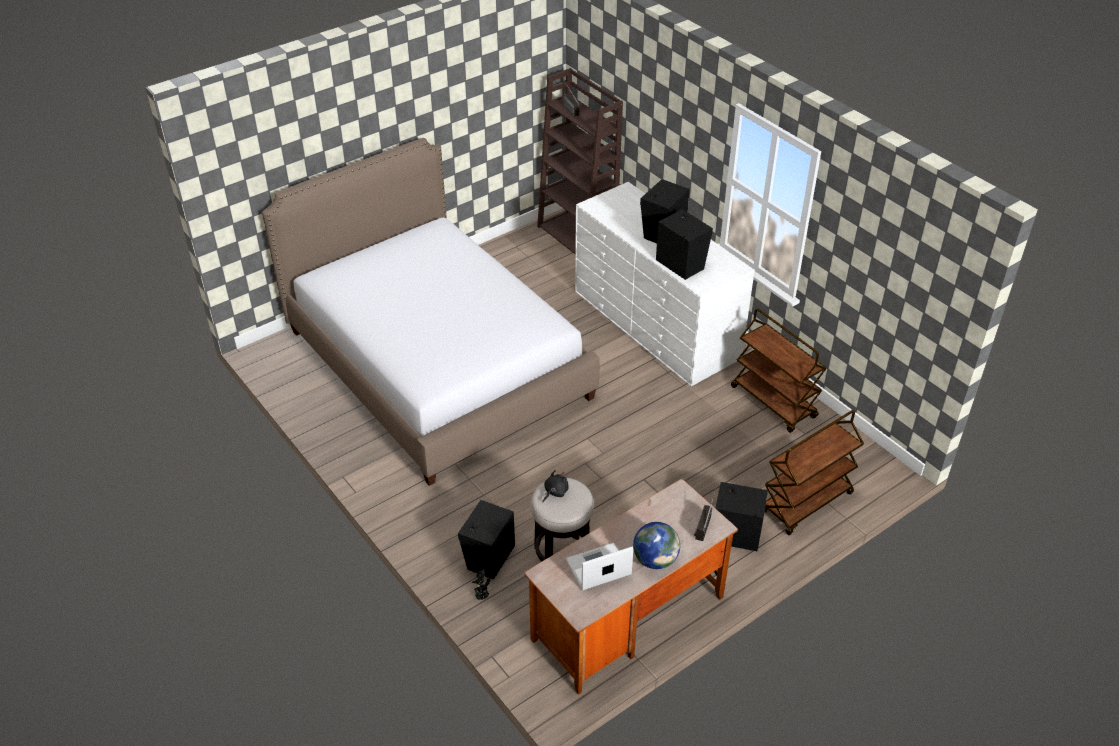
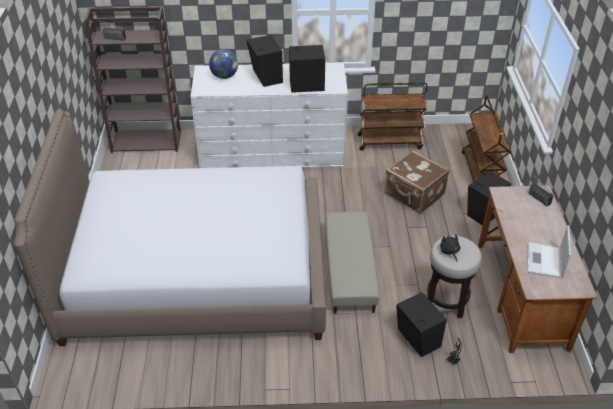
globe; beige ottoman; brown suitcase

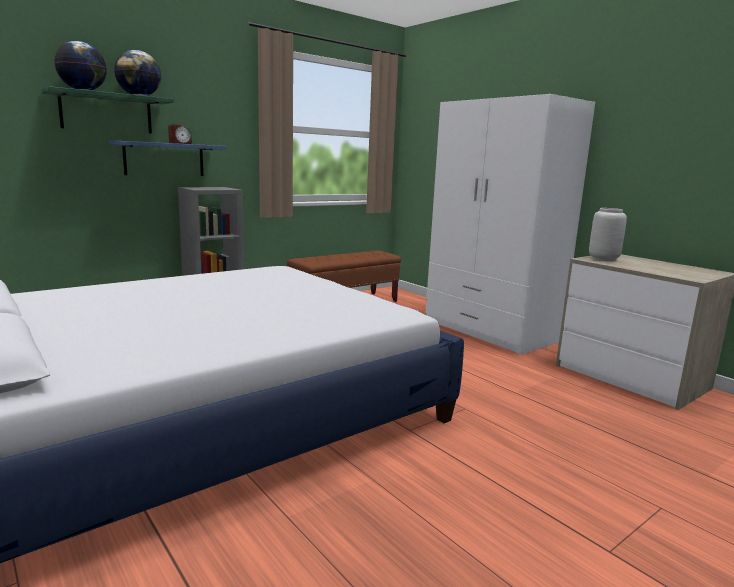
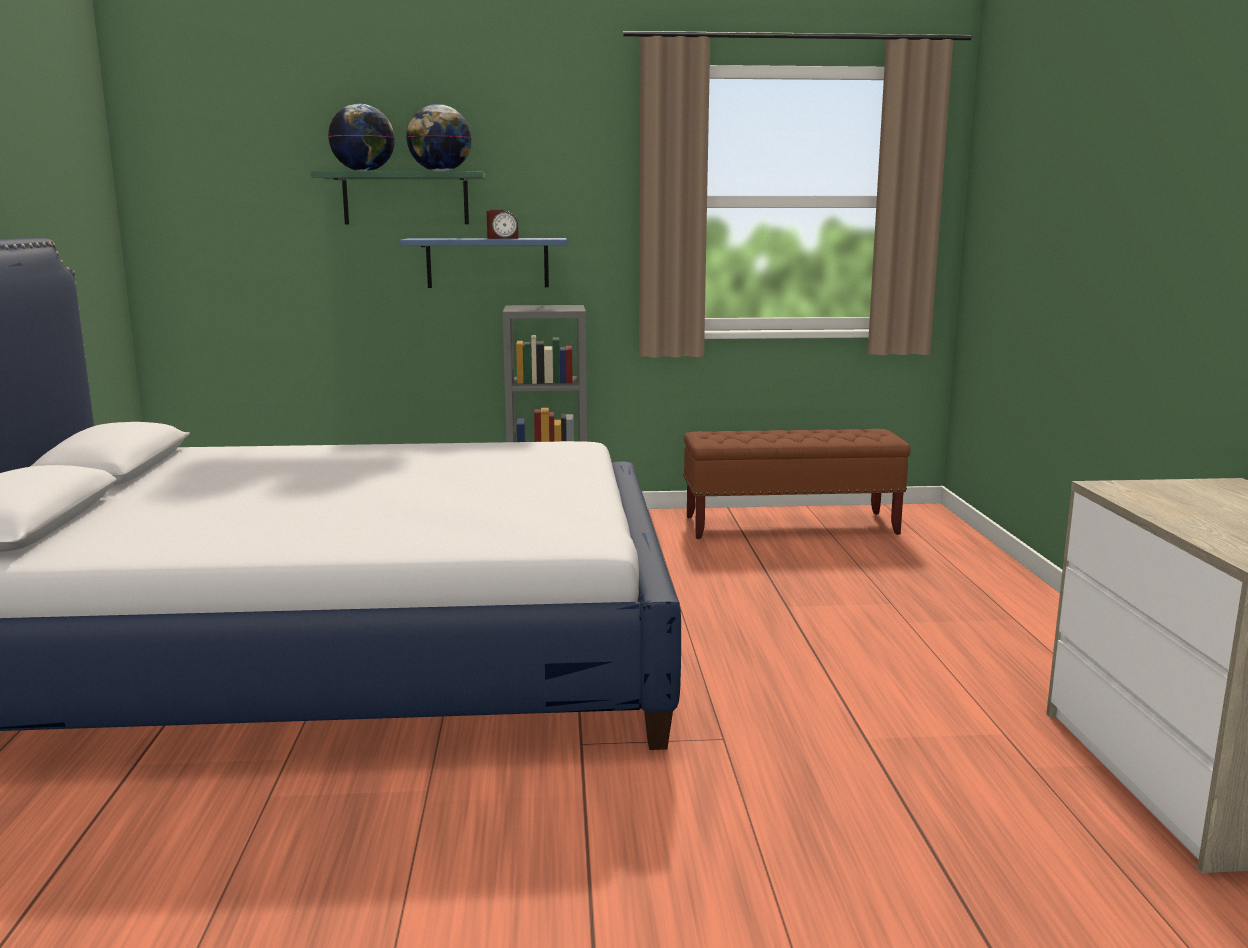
white wardrobe; grey vase

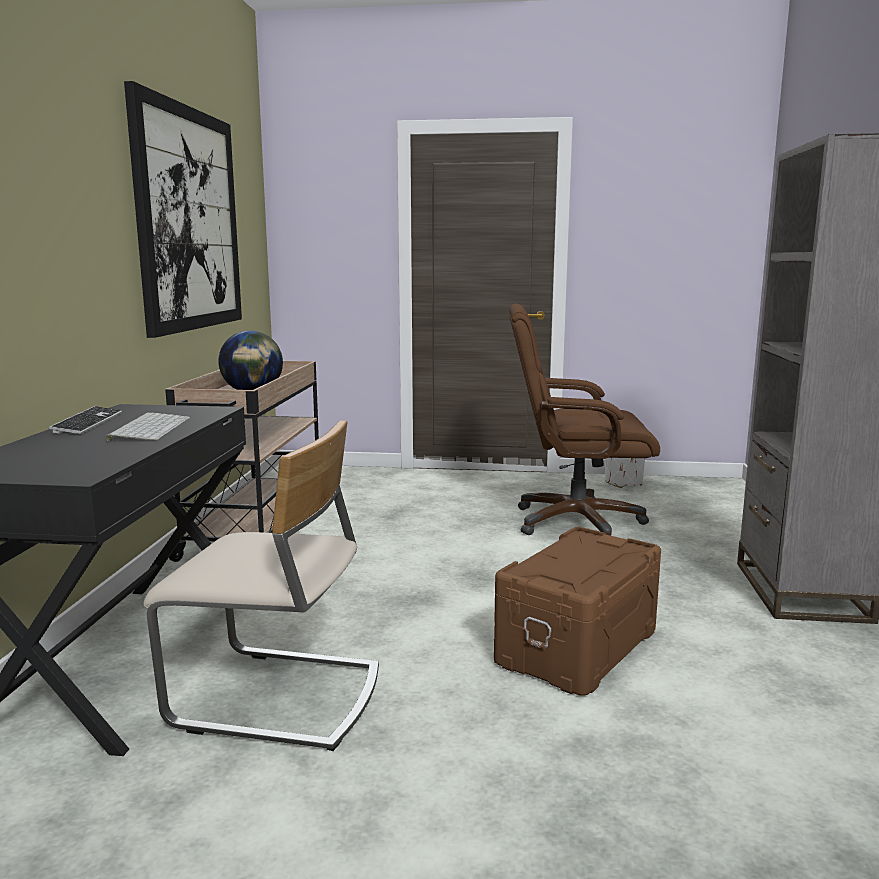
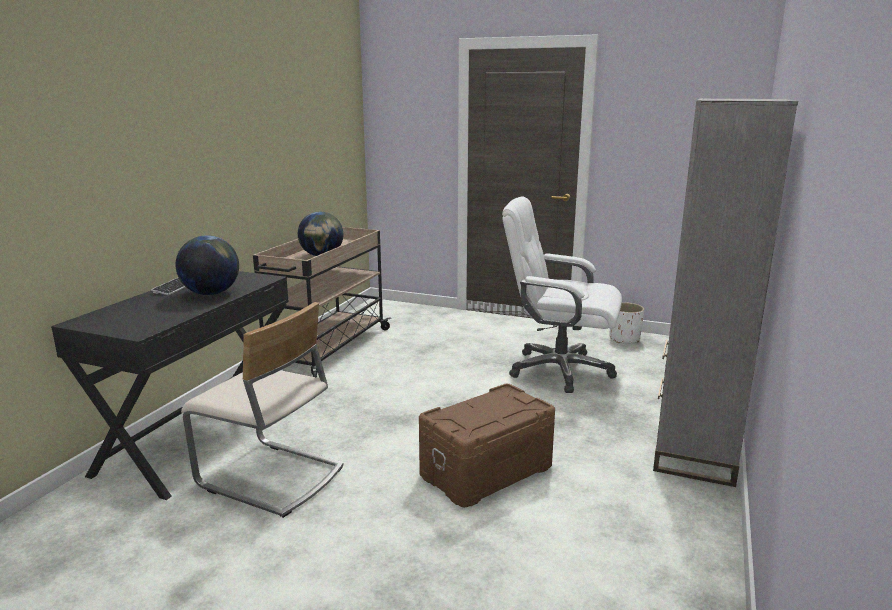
globe (no. 1 from left); white office chair; picture

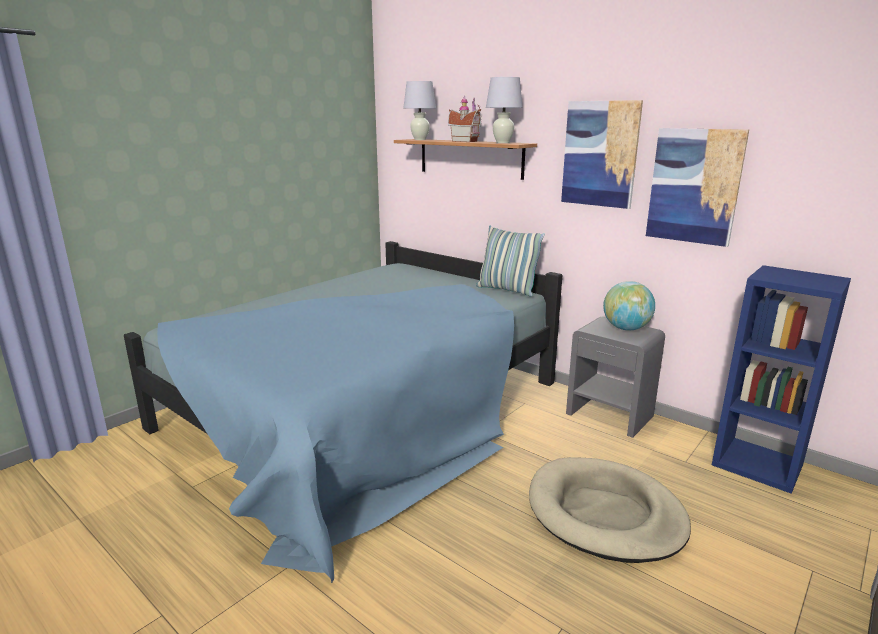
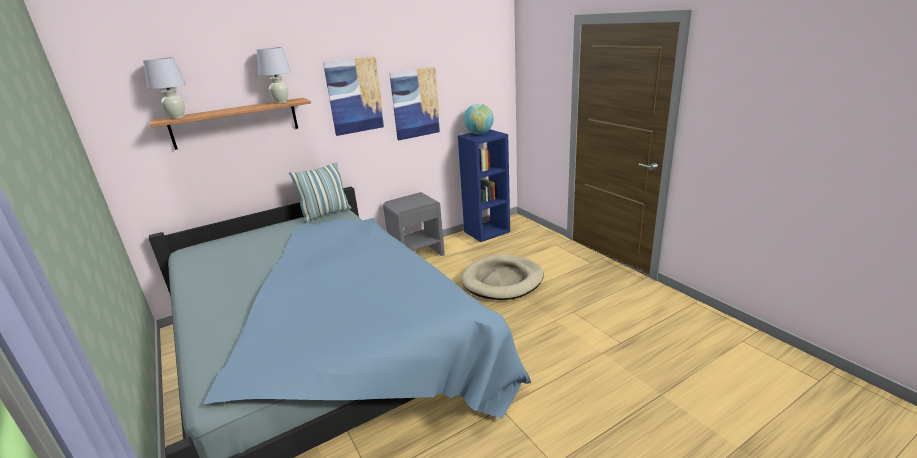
globe; toy house

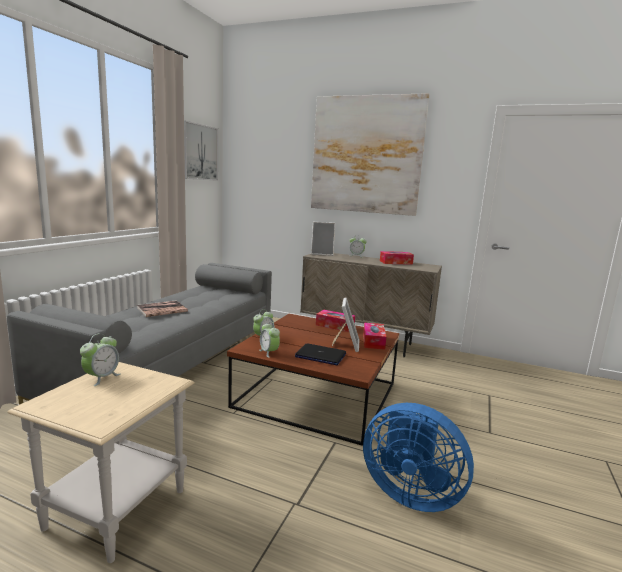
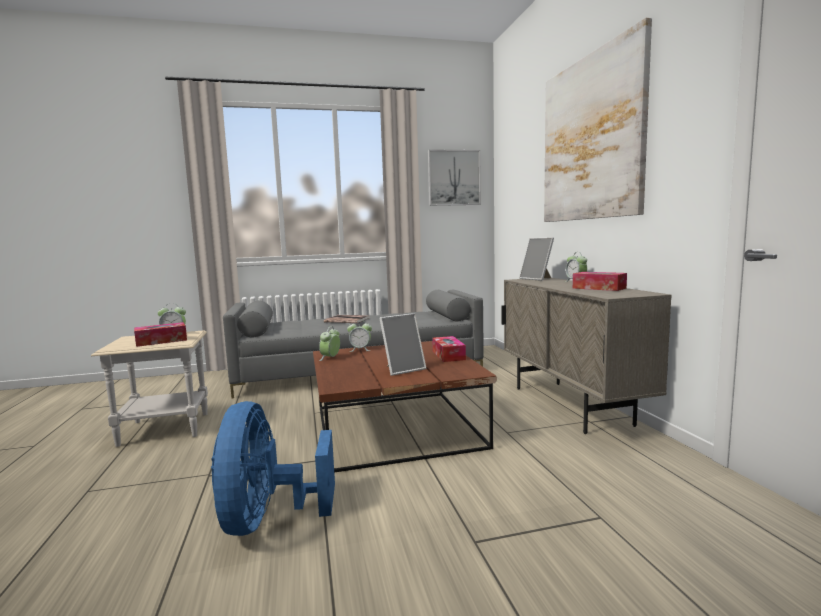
tissue box (no. 1 from left); laptop

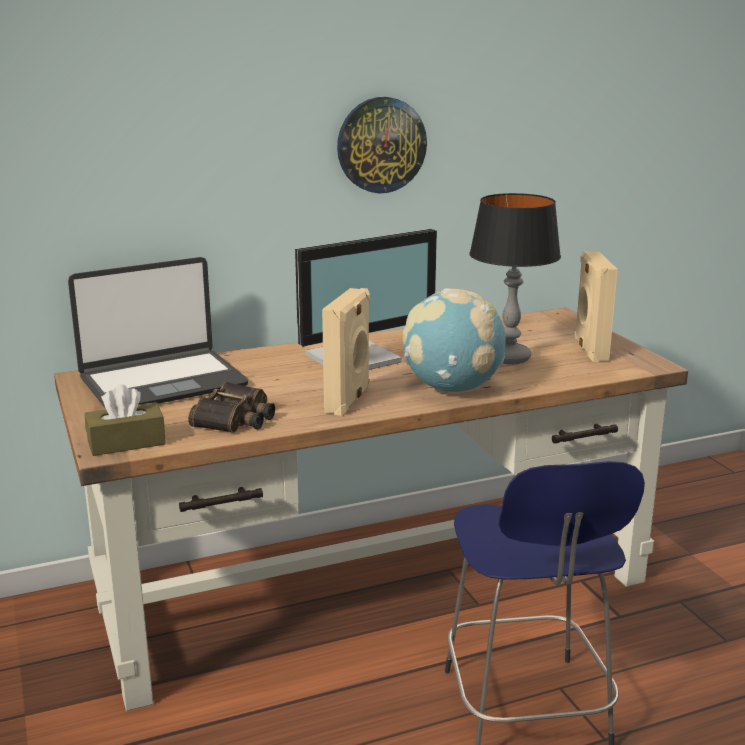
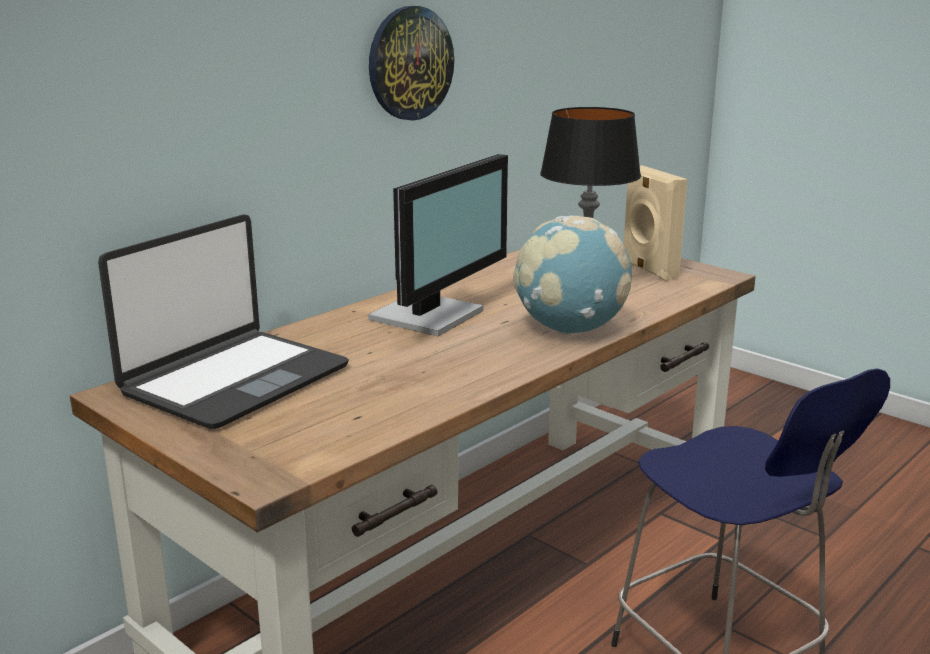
brown tissue box; binoculars; beige speaker (no. 1 from left in the first image)

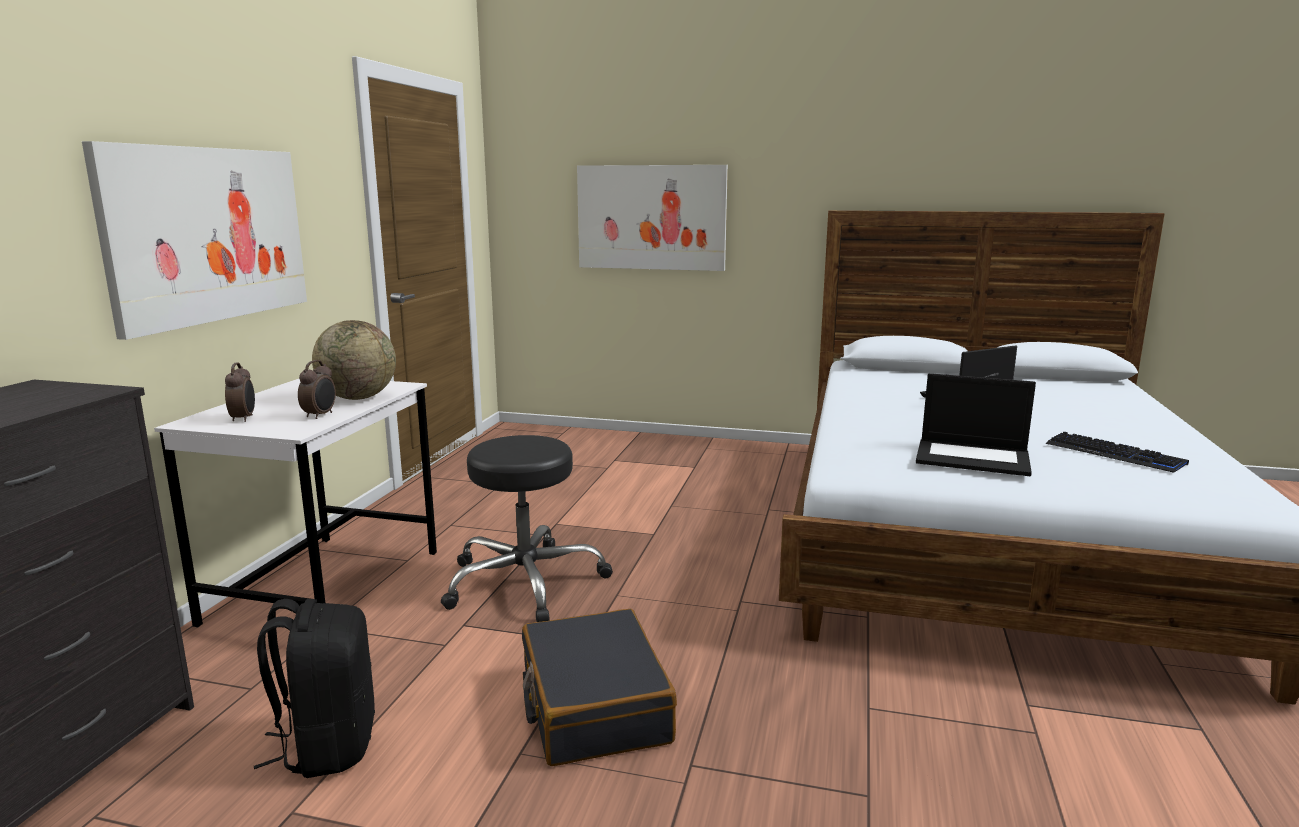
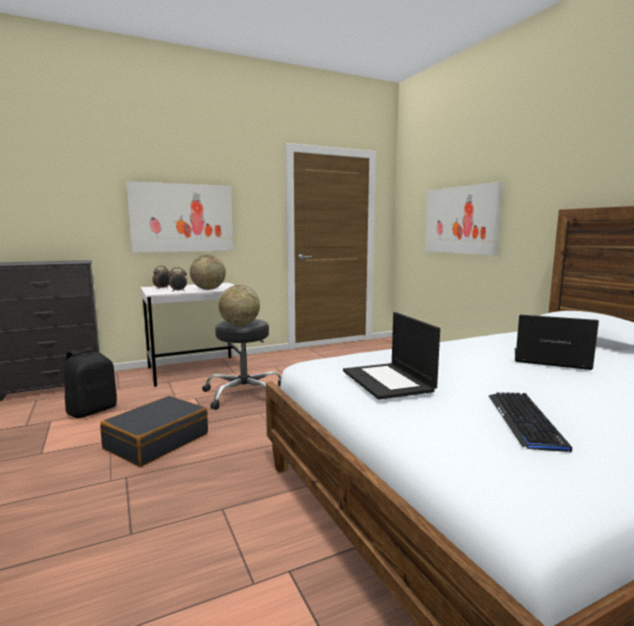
globe (no. 2 from left)

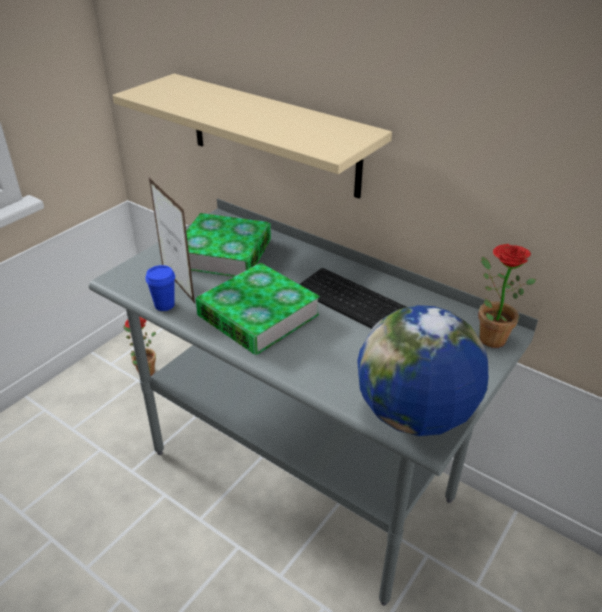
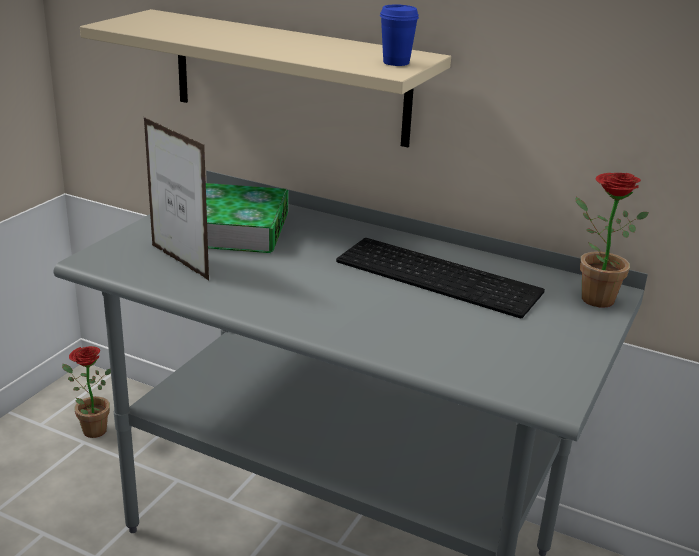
blue cup; book (no. 2 from left in the first image); globe

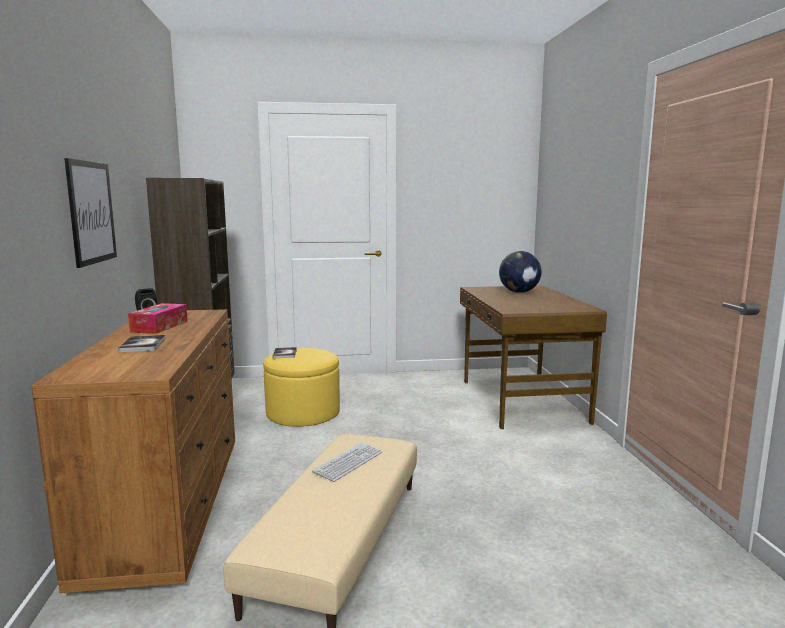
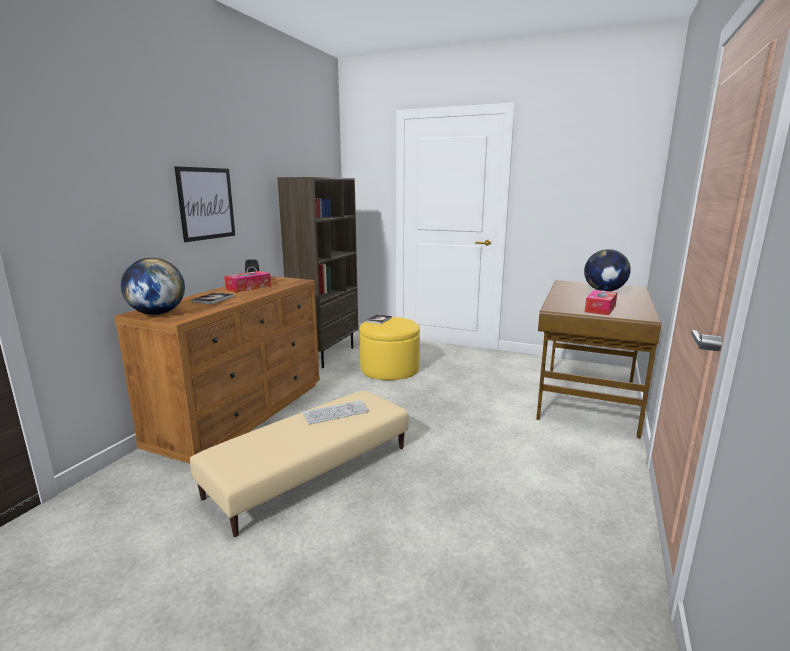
globe (no. 1 from left); tissue box (no. 2 from left)

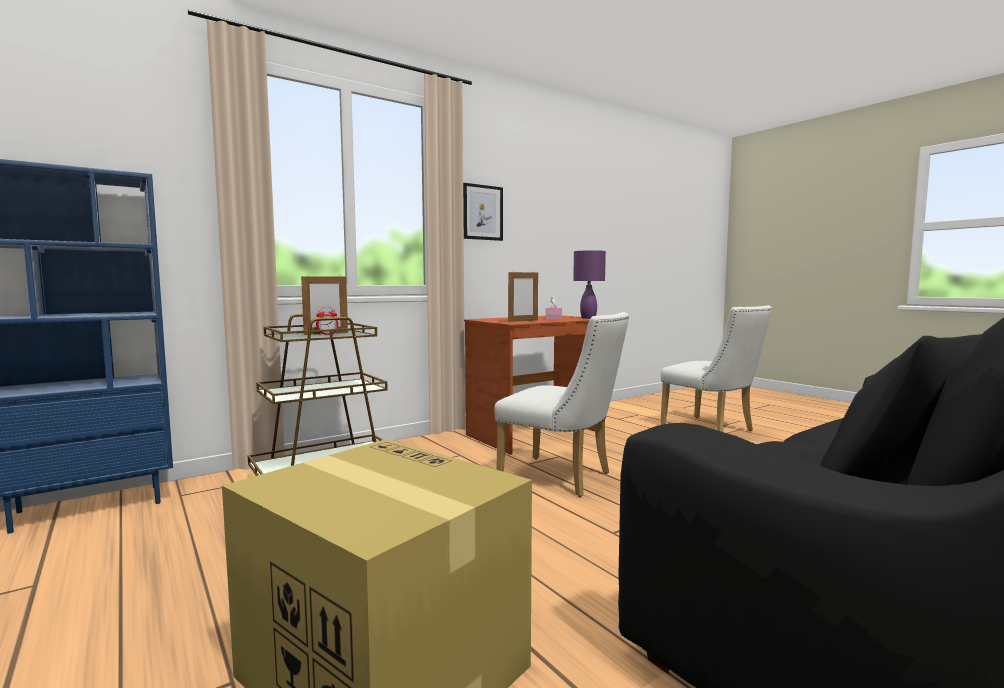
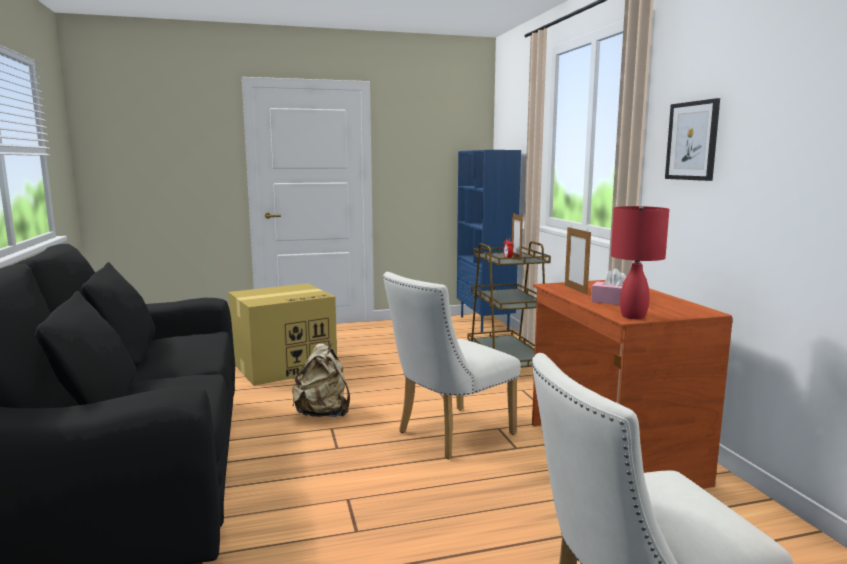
beige backpack; red table lamp

